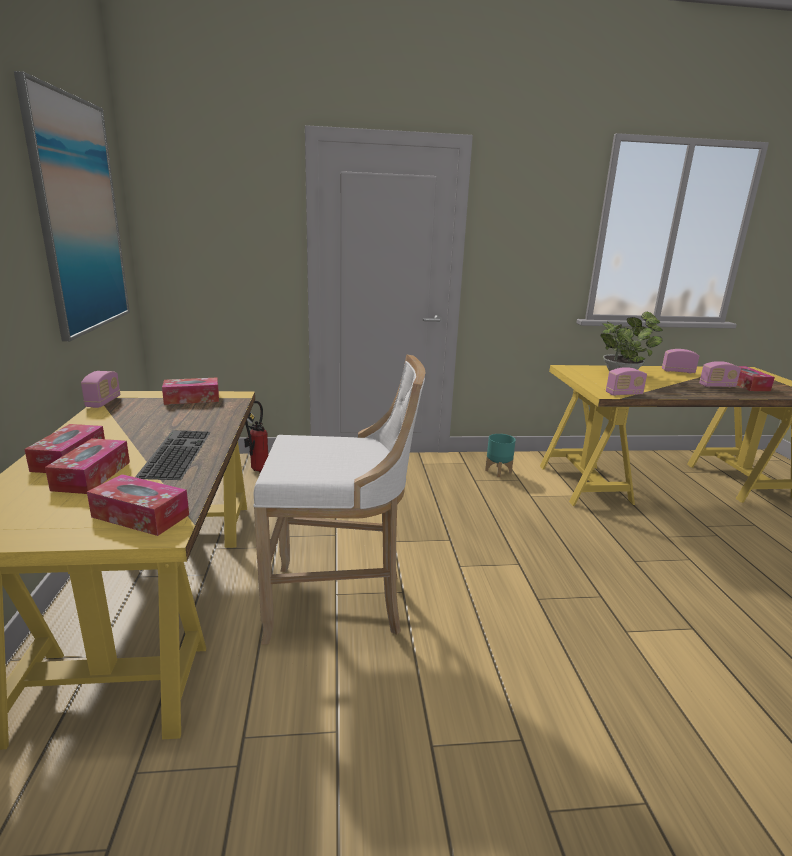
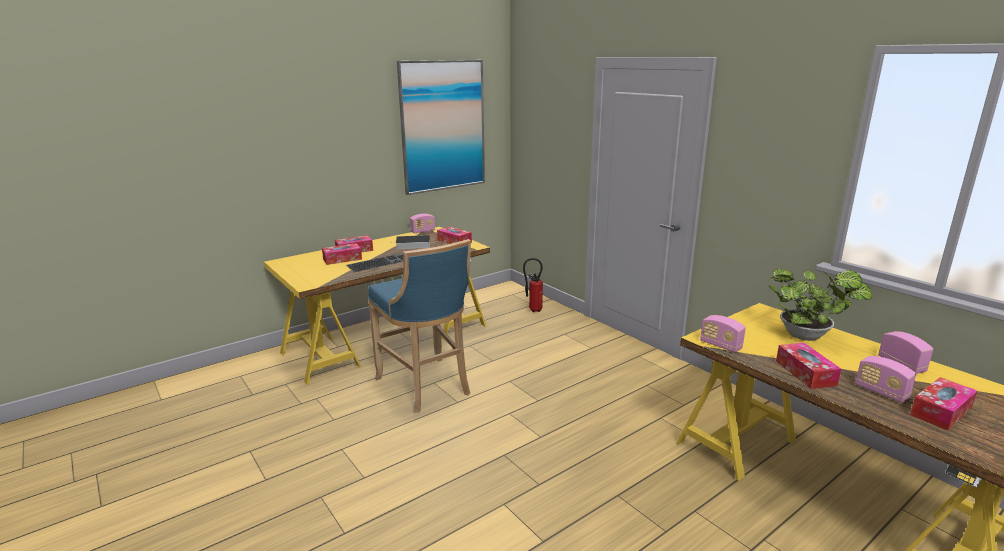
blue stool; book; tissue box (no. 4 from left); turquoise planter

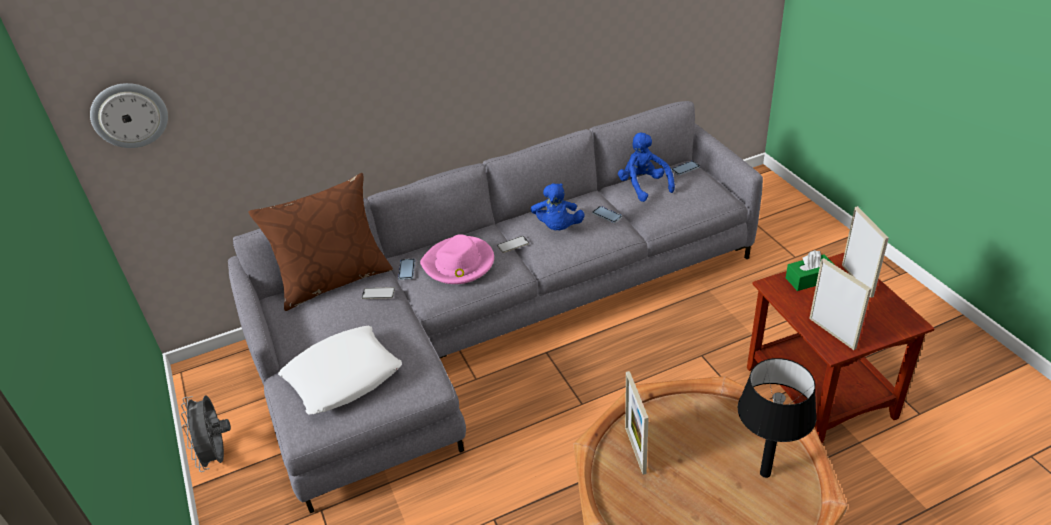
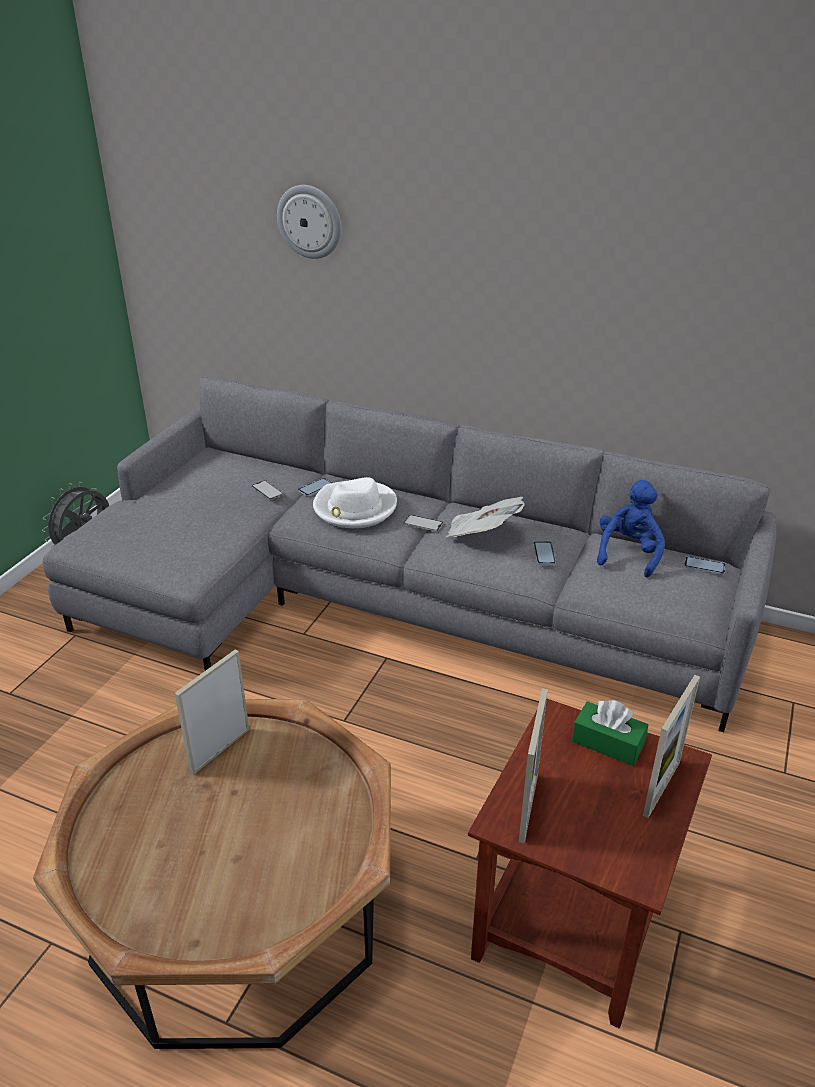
wall clock; white hat; newspaper; brown pillow; white pillow; black table lamp

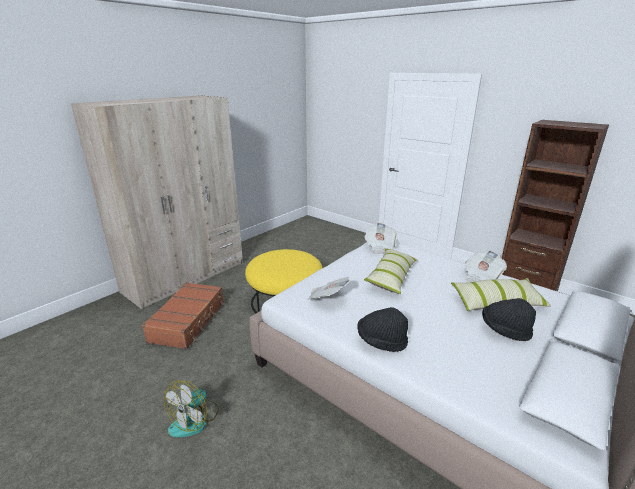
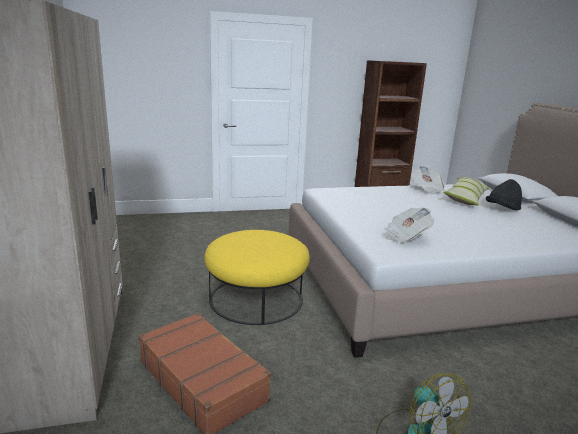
black hat (no. 1 from left in the first image); newspaper (no. 2 from left in the first image); pillow (no. 1 from left in the first image)

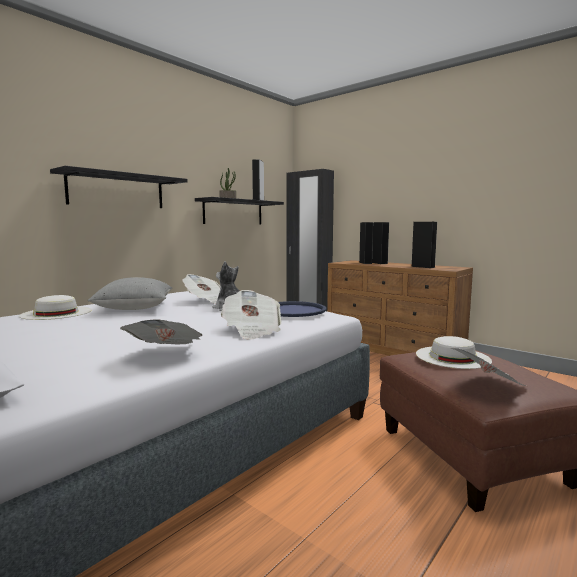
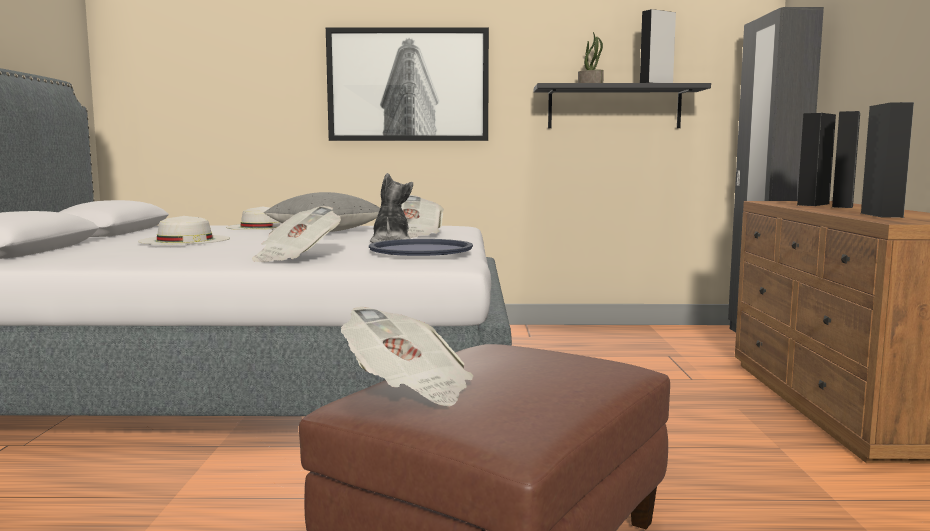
white hat (no. 1 from left); picture; newspaper (no. 1 from left in the first image)

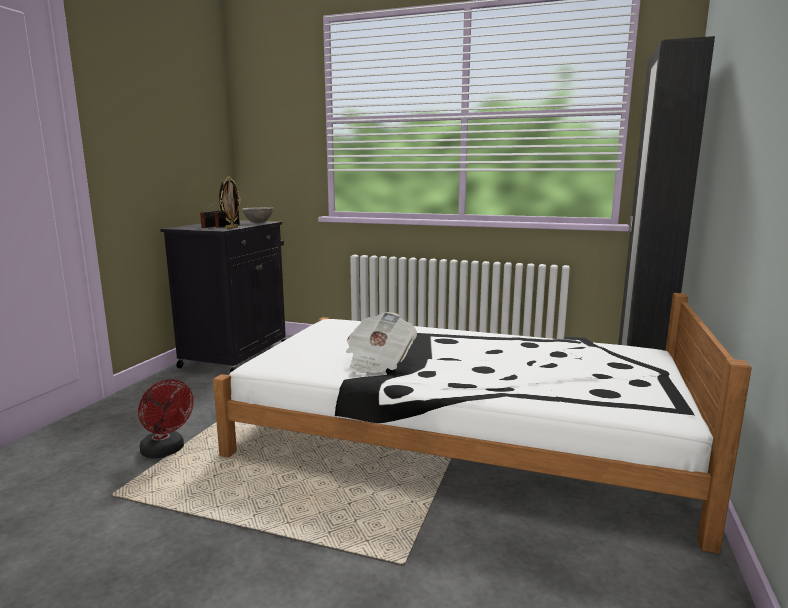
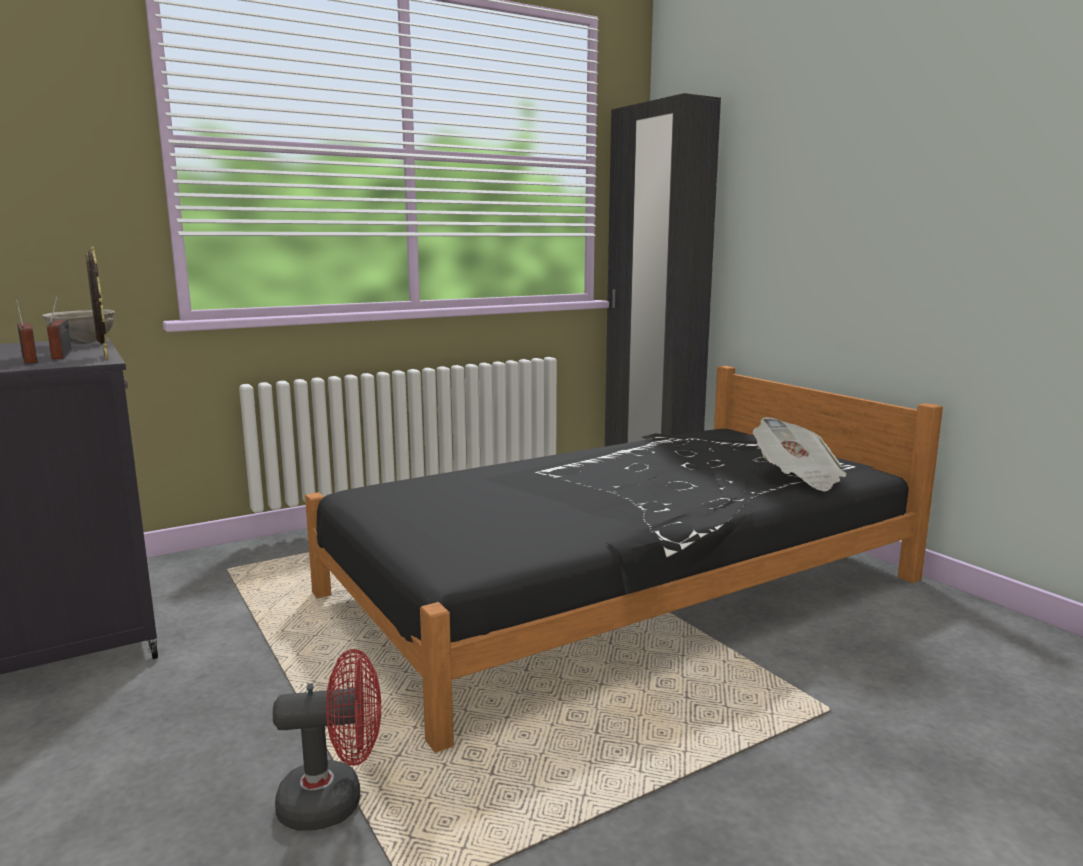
black bed; newspaper

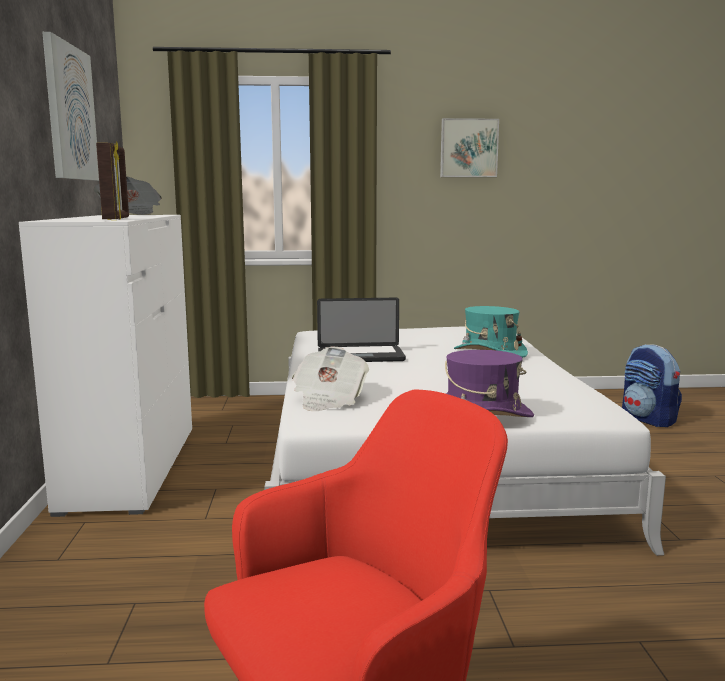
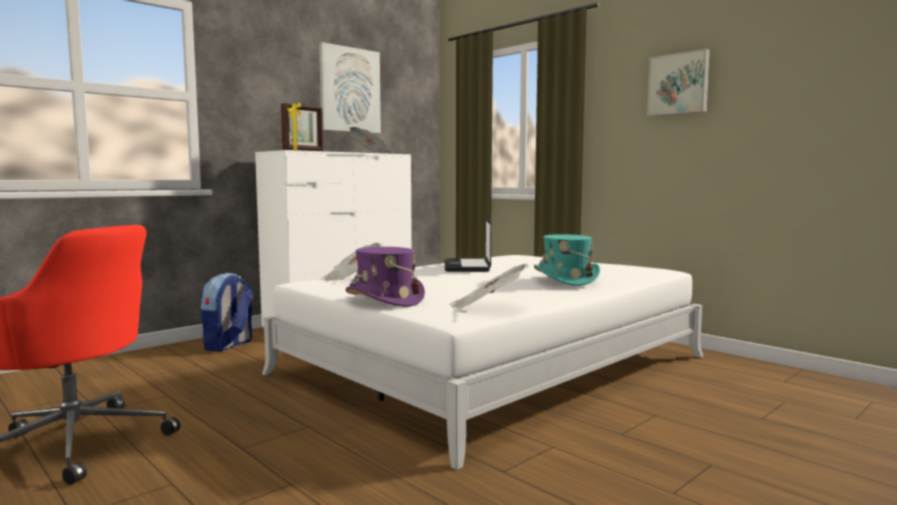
backpack; laptop; newspaper (no. 3 from left)

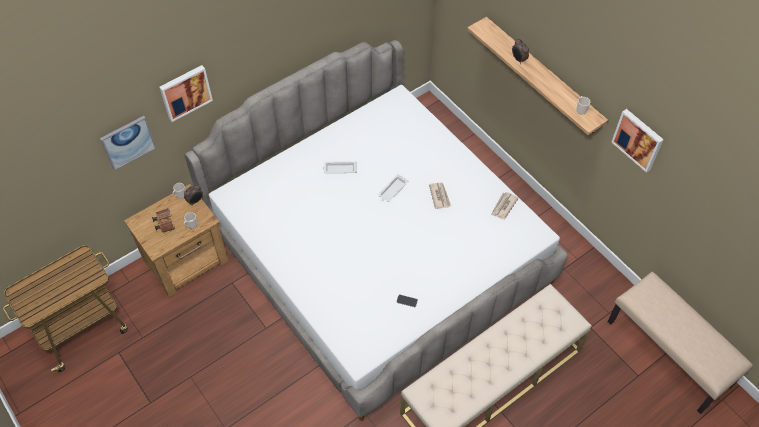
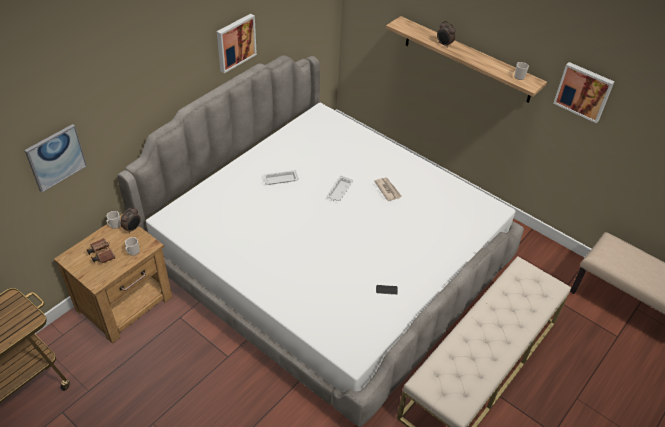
picture (no. 2 from left); newspaper (no. 2 from left in the first image)

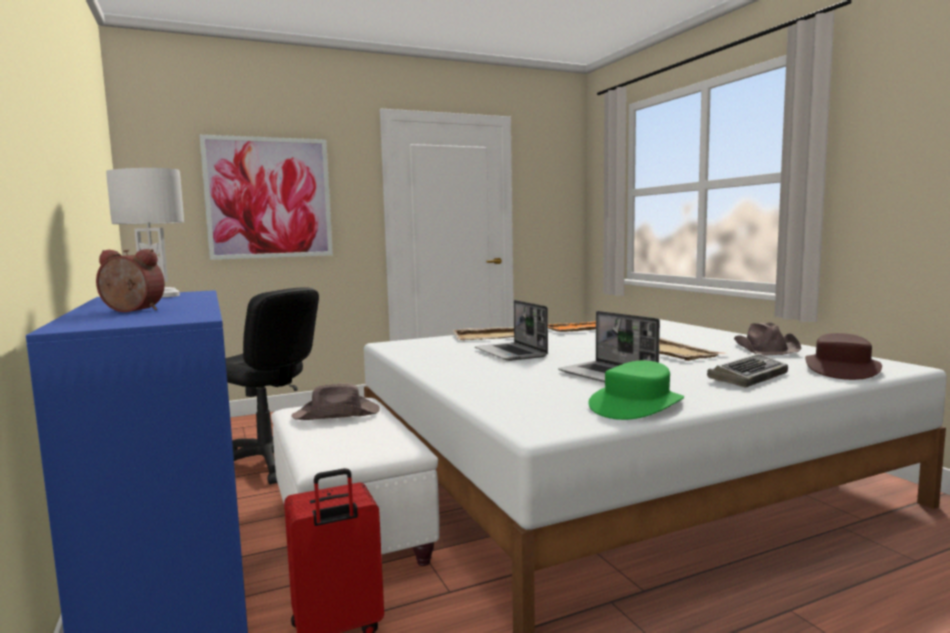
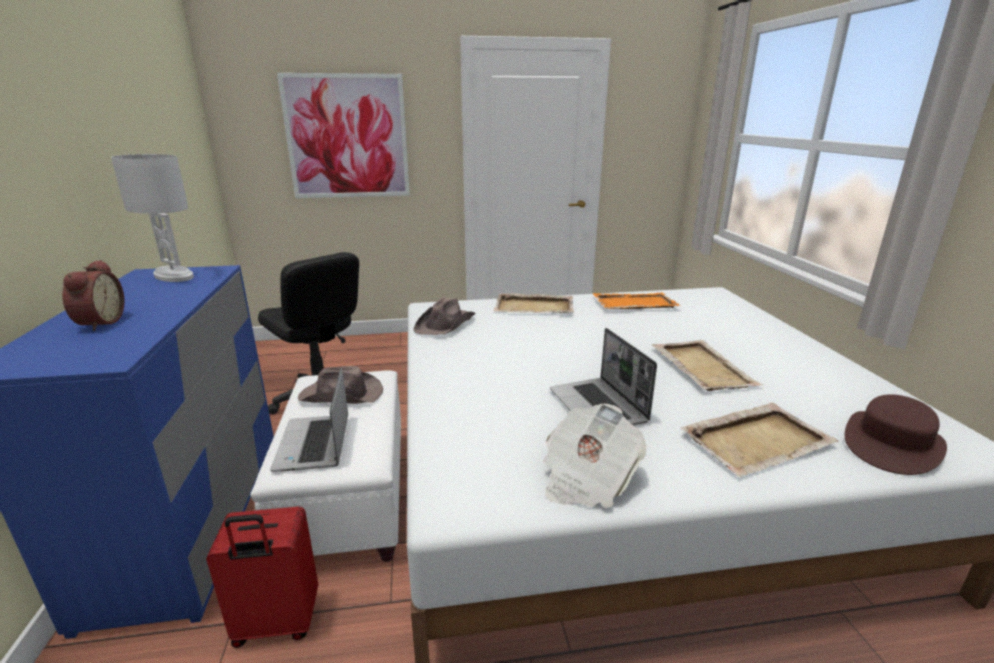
alarm clock; laptop (no. 1 from left); brown hat (no. 2 from left); newspaper; beige tray (no. 3 from left)

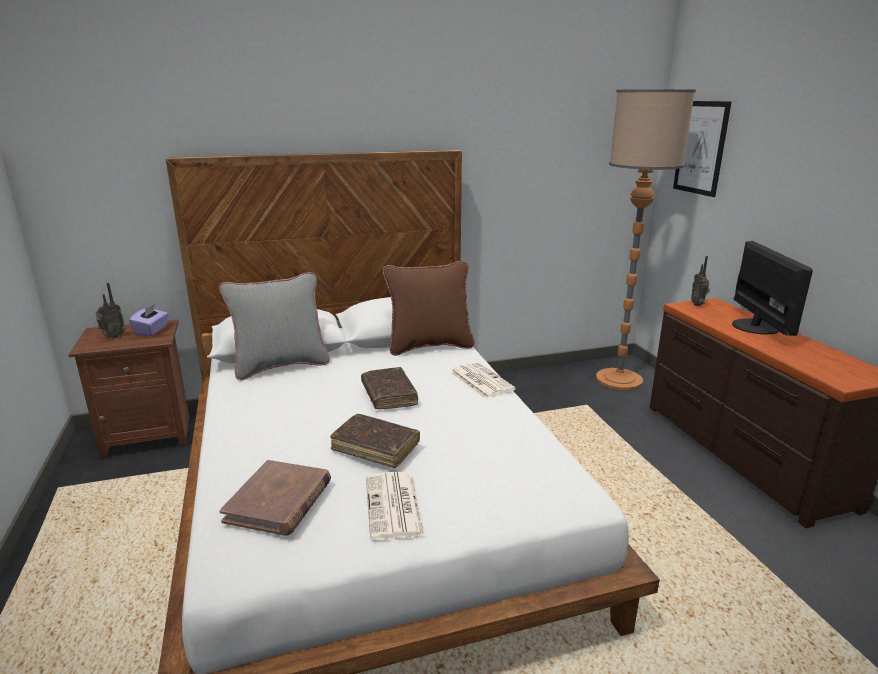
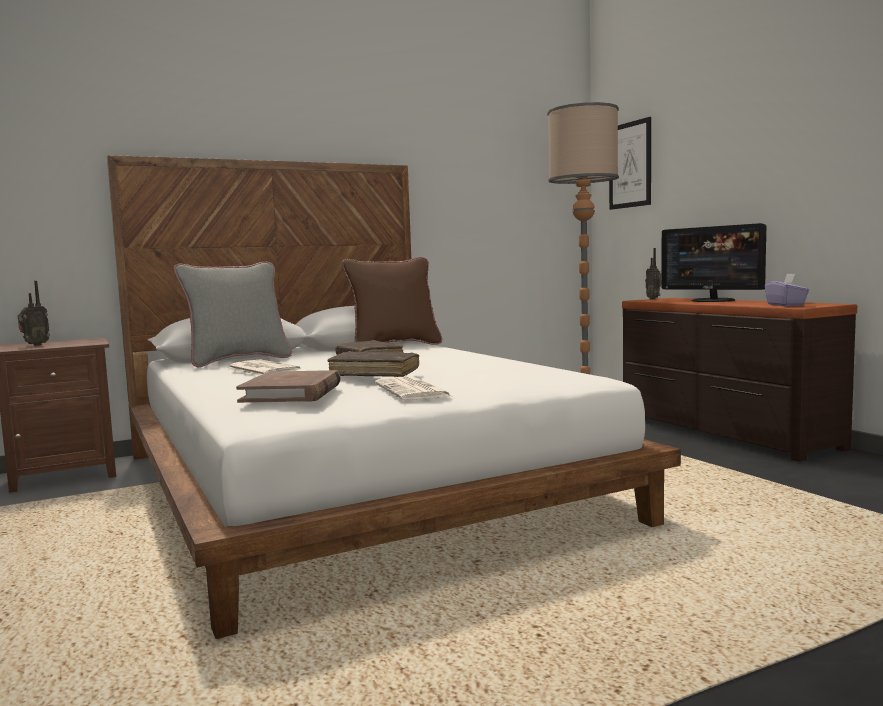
newspaper (no. 1 from left); monitor; purple tissue box

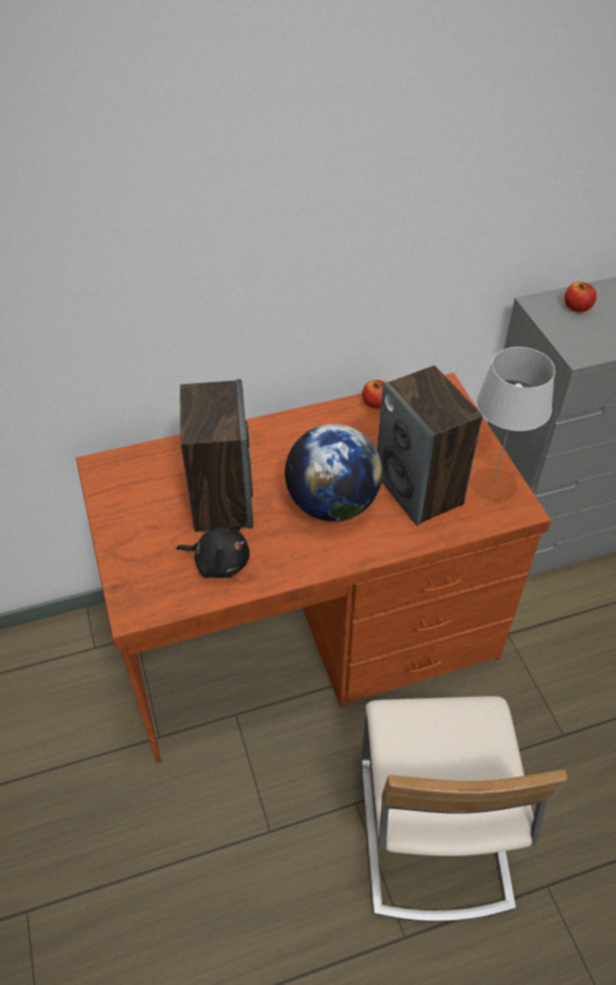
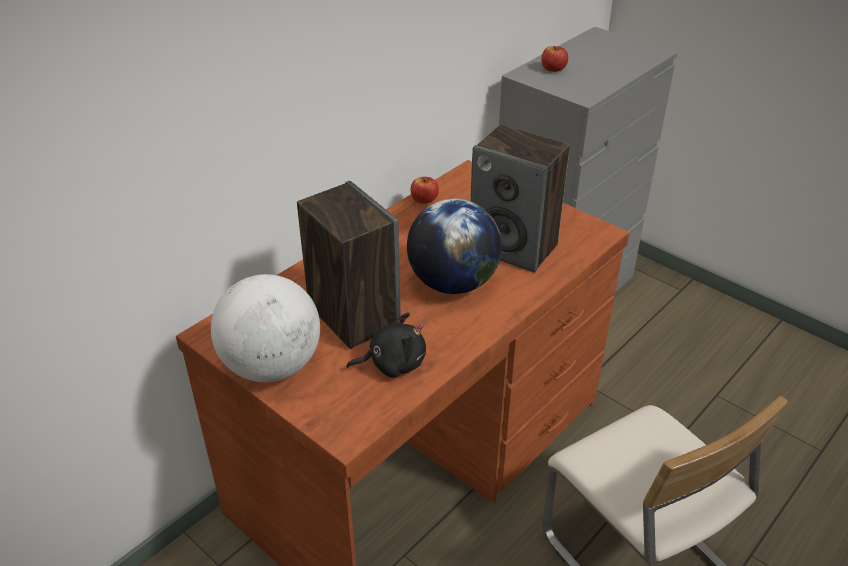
globe (no. 1 from left); grey table lamp

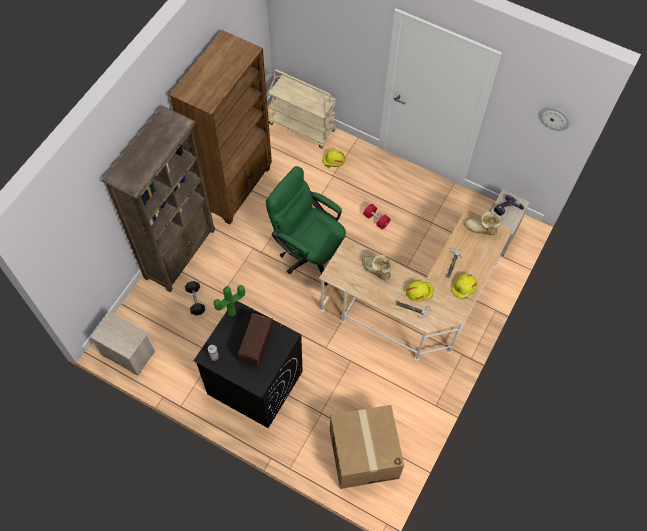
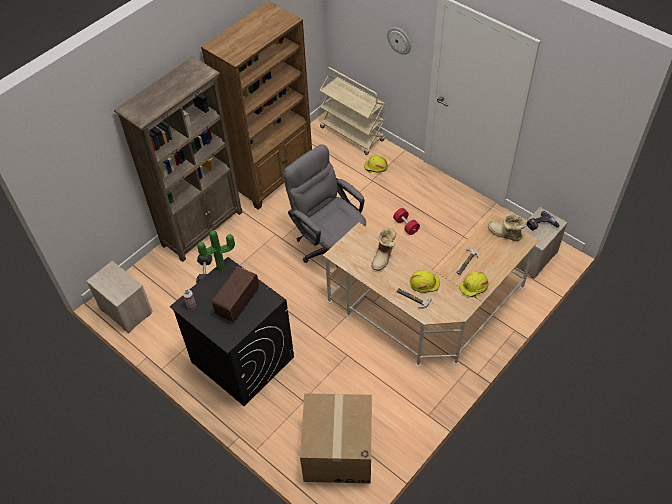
grey office chair; boot (no. 1 from left); wall clock

